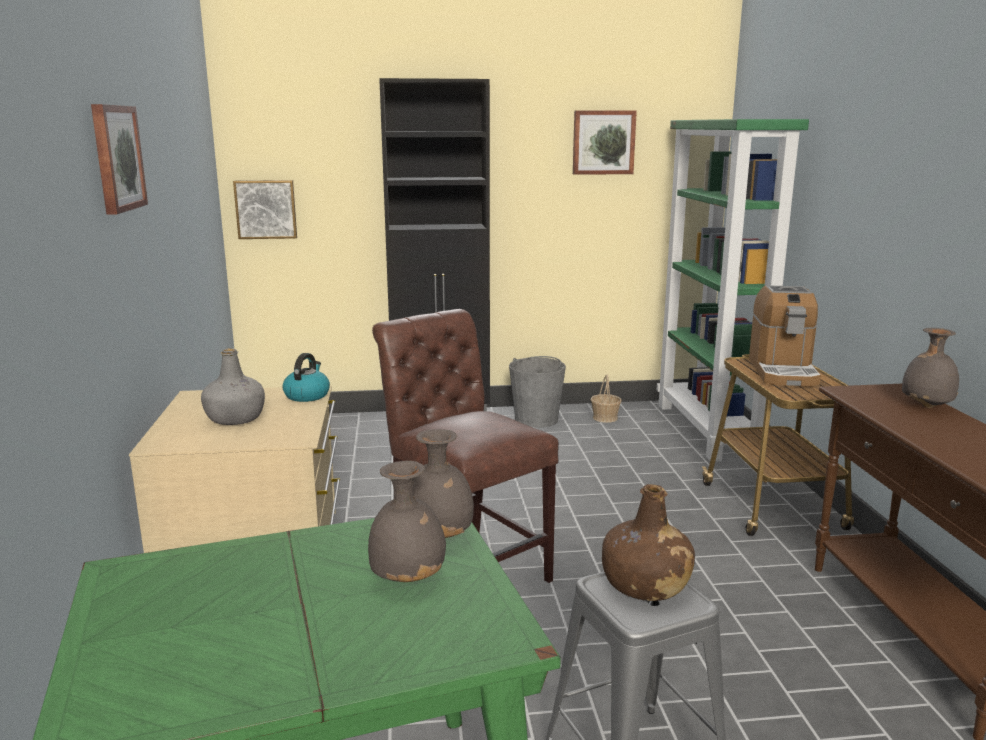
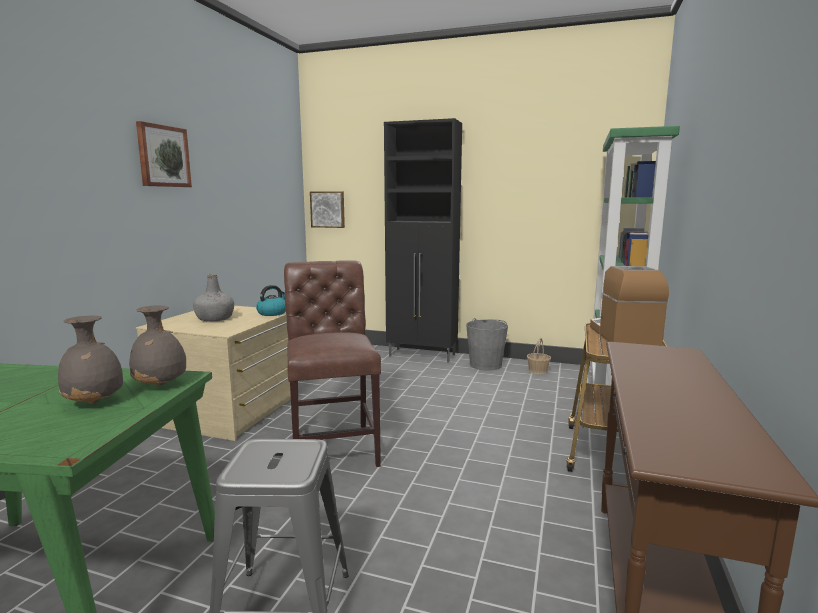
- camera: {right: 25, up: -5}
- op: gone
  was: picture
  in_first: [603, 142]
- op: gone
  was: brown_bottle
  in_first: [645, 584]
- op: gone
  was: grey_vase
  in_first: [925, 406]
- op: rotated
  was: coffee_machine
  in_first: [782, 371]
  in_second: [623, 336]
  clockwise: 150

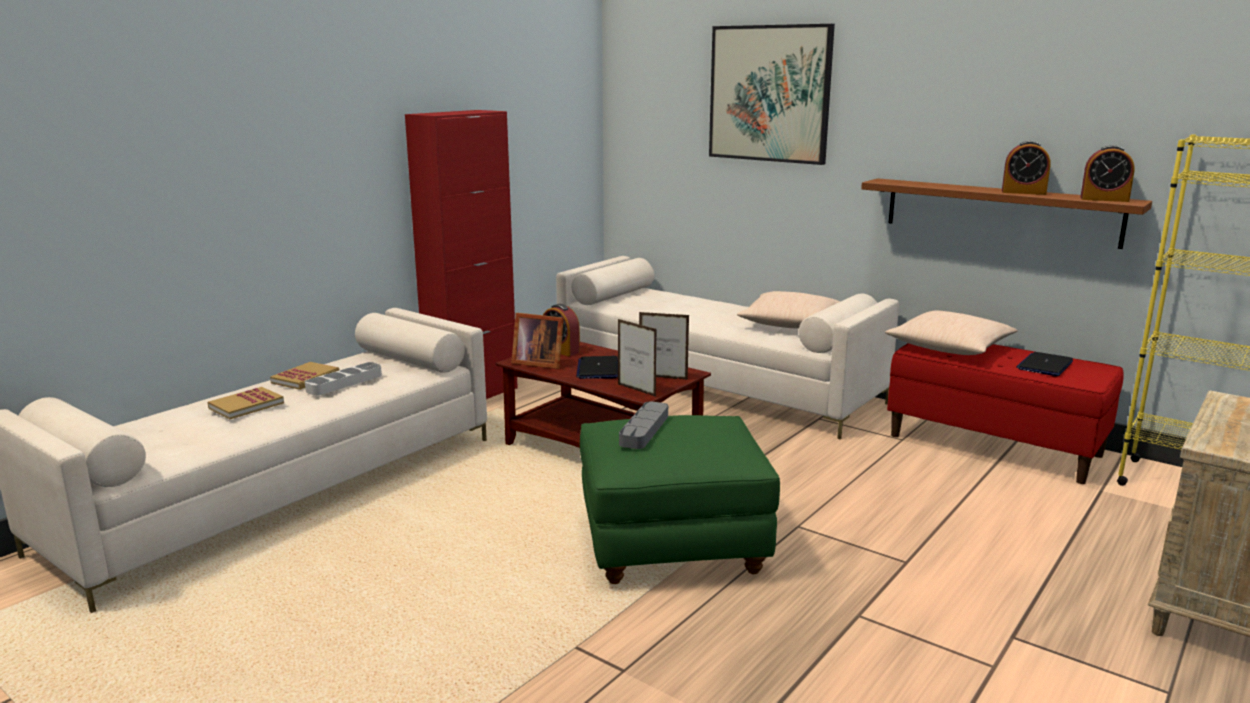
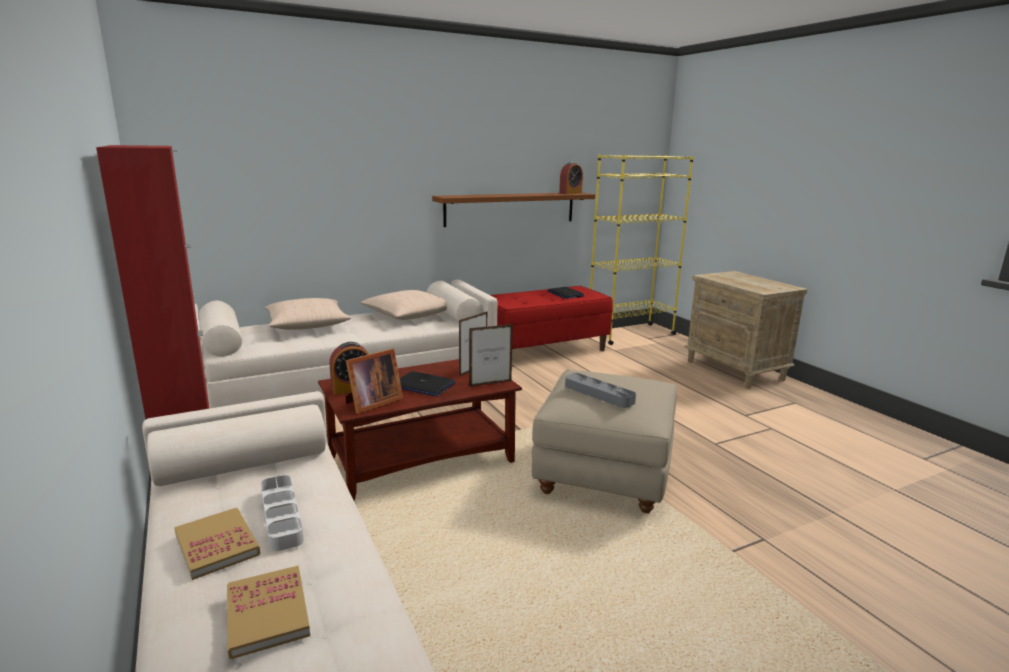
- camera: {right: -65, up: 0}
- op: gone
  was: picture
  in_first: [769, 94]
- op: gone
  was: alarm_clock
  in_first: [1023, 192]
- op: shifted
  was: beige_pillow
  in_first: [950, 347]
  in_second: [307, 325]
- op: repainted
  was: green_ottoman
  now: beige_ottoman
  in_first: [672, 546]
  in_second: [604, 475]

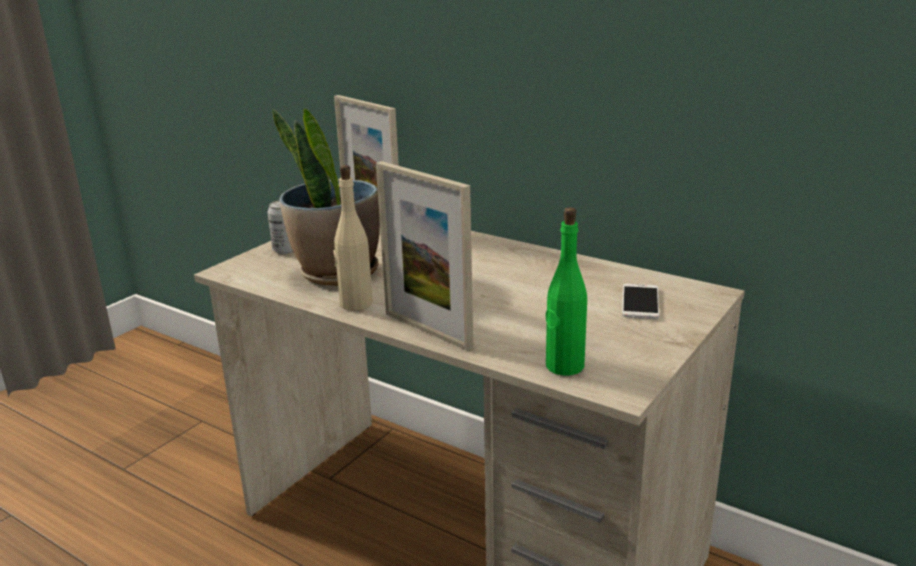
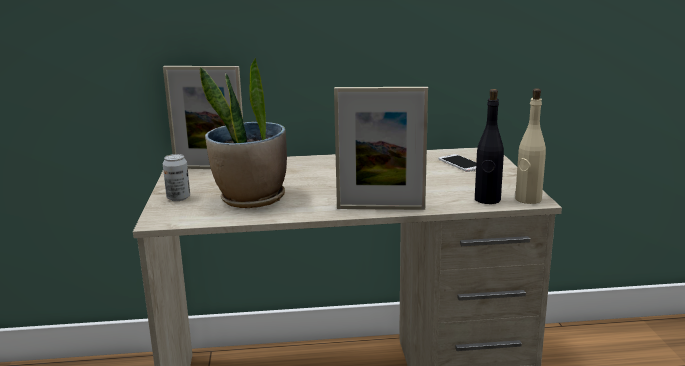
- camera: {right: -40, up: -5}
- op: shifted
  was: beige_bottle
  in_first: [355, 303]
  in_second: [528, 199]
- op: repainted
  was: green_bottle
  now: black_bottle
  in_first: [564, 366]
  in_second: [487, 200]

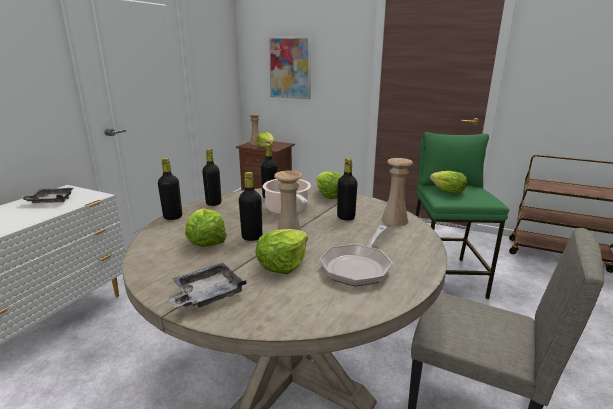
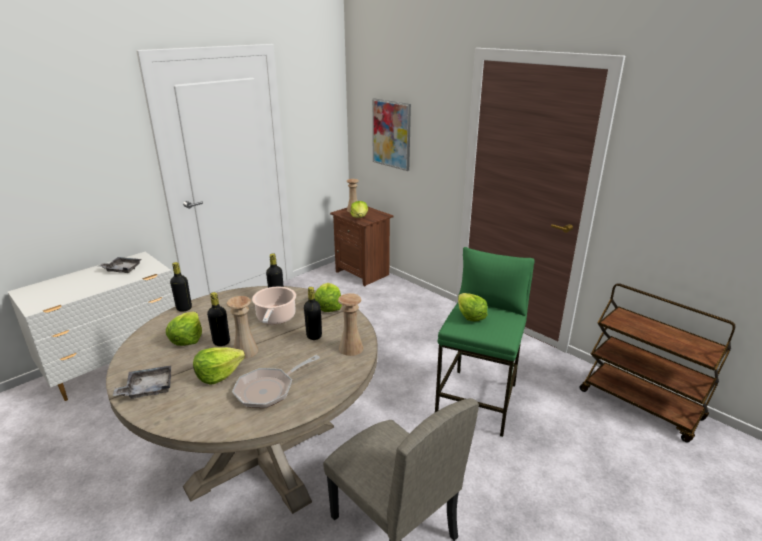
- camera: {right: 20, up: 5}
- op: gone
  was: black_bottle
  in_first: [213, 203]

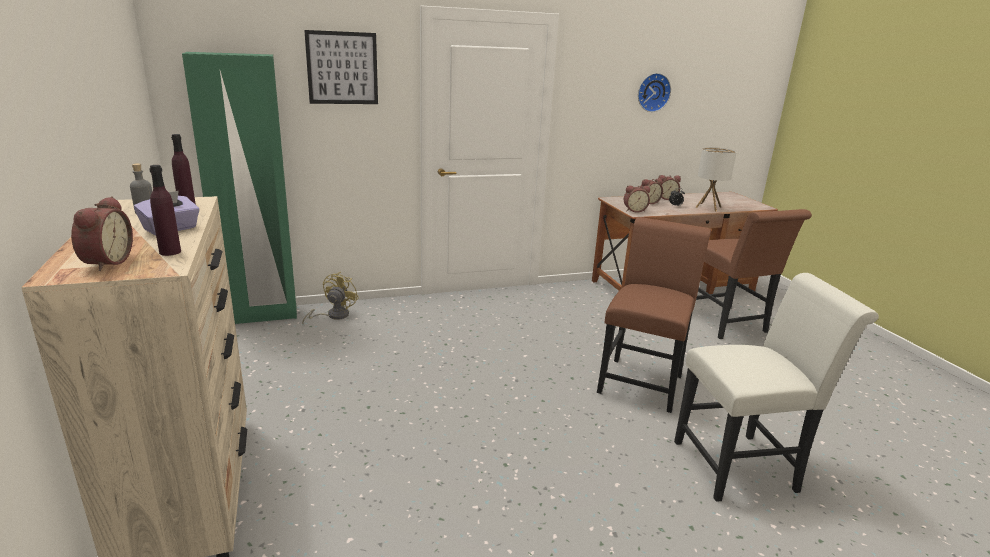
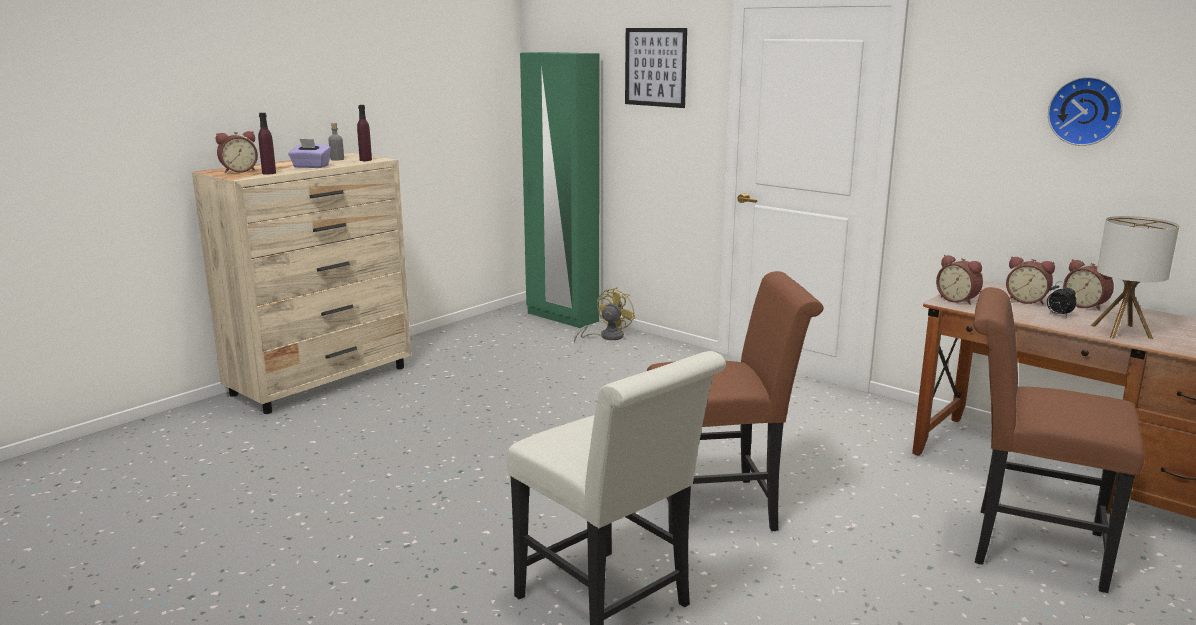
- camera: {right: 60, up: -5}
- op: rotated
  was: yellow_fan
  in_first: [333, 316]
  in_second: [606, 337]
  clockwise: -45
- op: rotated
  was: brown_chair
  in_first: [728, 325]
  in_second: [1025, 545]
  clockwise: 75

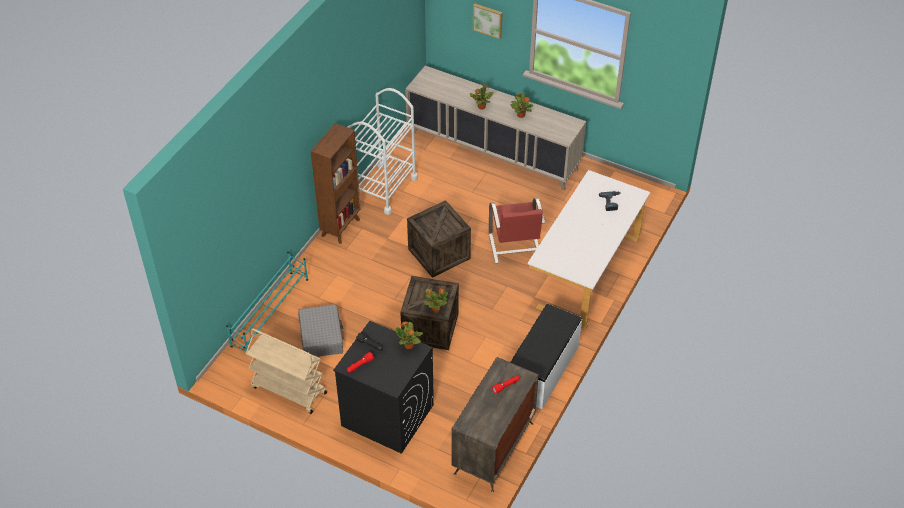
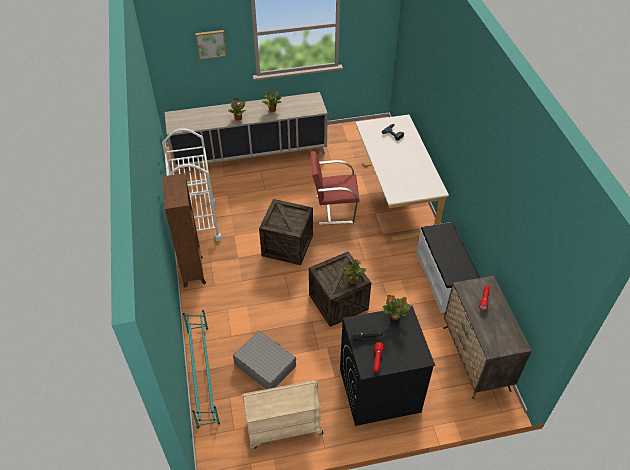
- camera: {right: -40, up: 0}
- op: rotated
  was: red_chair
  in_first: [515, 247]
  in_second: [333, 209]
  clockwise: 135

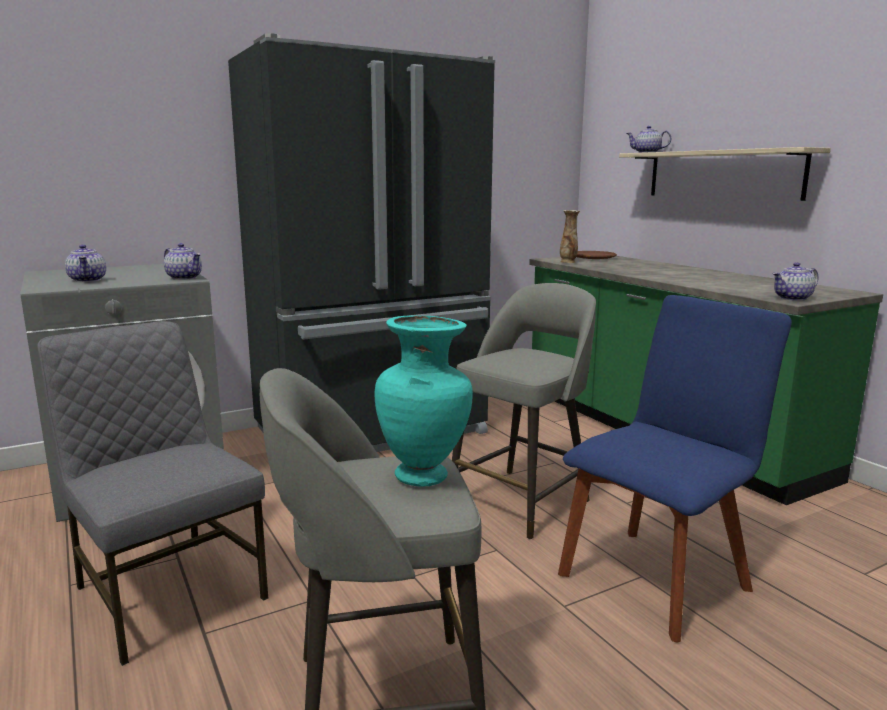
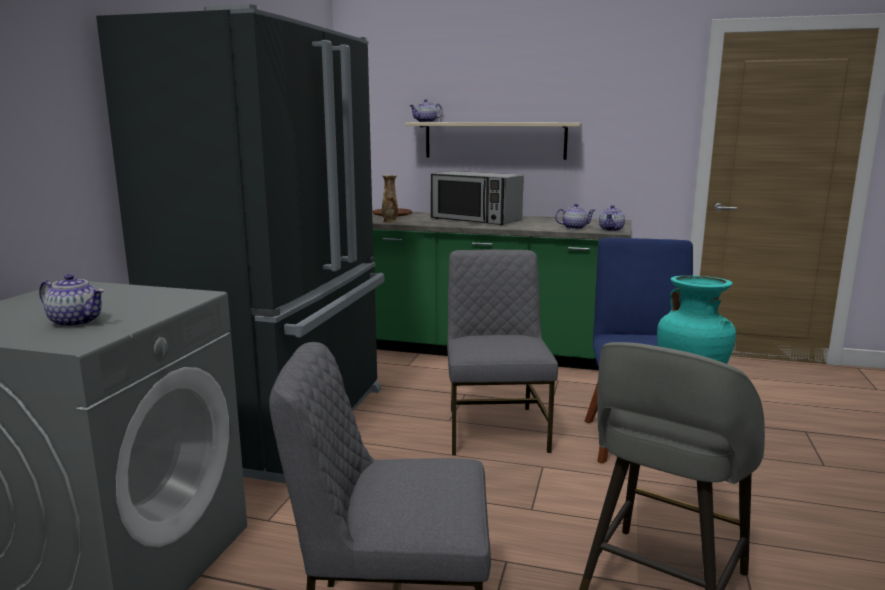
- camera: {right: -45, up: 0}
- op: new
  now: microwave
  in_second: [475, 220]
- op: shifted
  was: teapot
  in_first: [185, 278]
  in_second: [574, 228]
- op: swapped
  was: grey_stool
  now: grey_chair
  in_first: [521, 500]
  in_second: [495, 428]

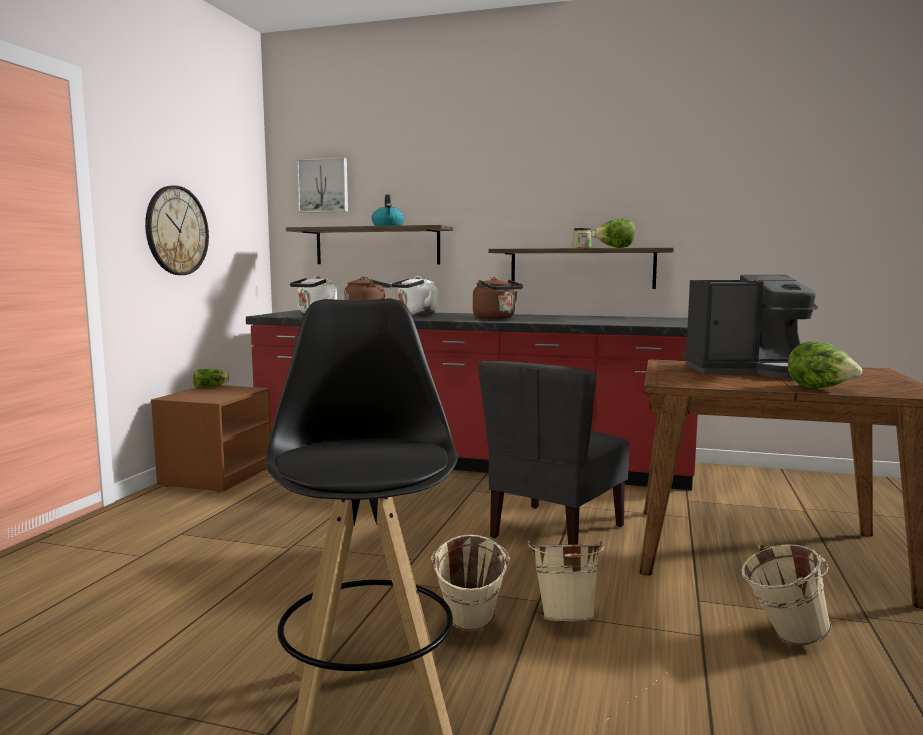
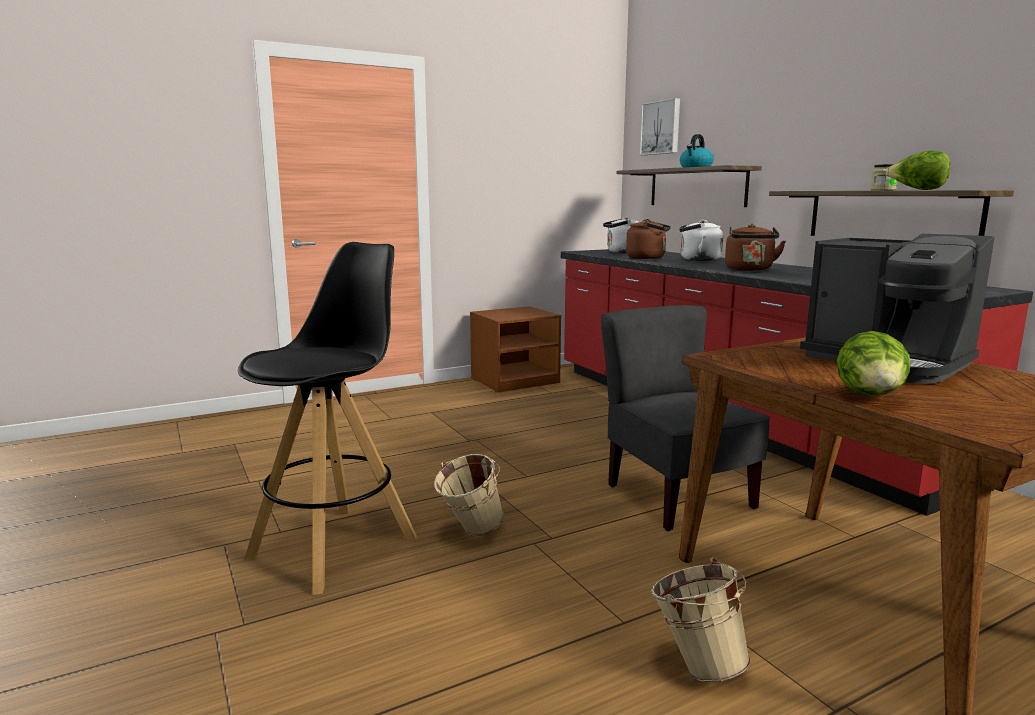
- camera: {right: 45, up: 5}
- op: gone
  was: wall_clock
  in_first: [176, 230]
- op: gone
  was: lettuce
  in_first: [212, 387]
- op: gone
  was: beige_bucket
  in_first: [565, 617]
- op: rotated
  was: grey_chair
  in_first: [555, 531]
  in_second: [677, 497]
  clockwise: 75

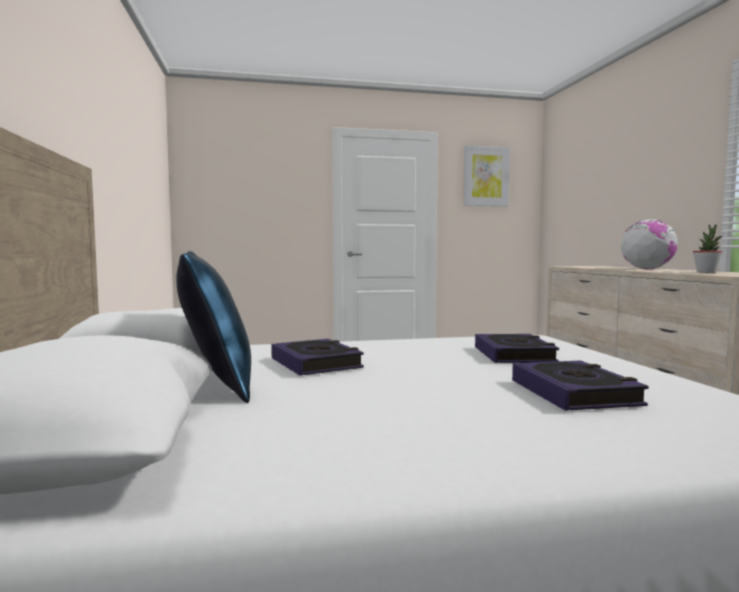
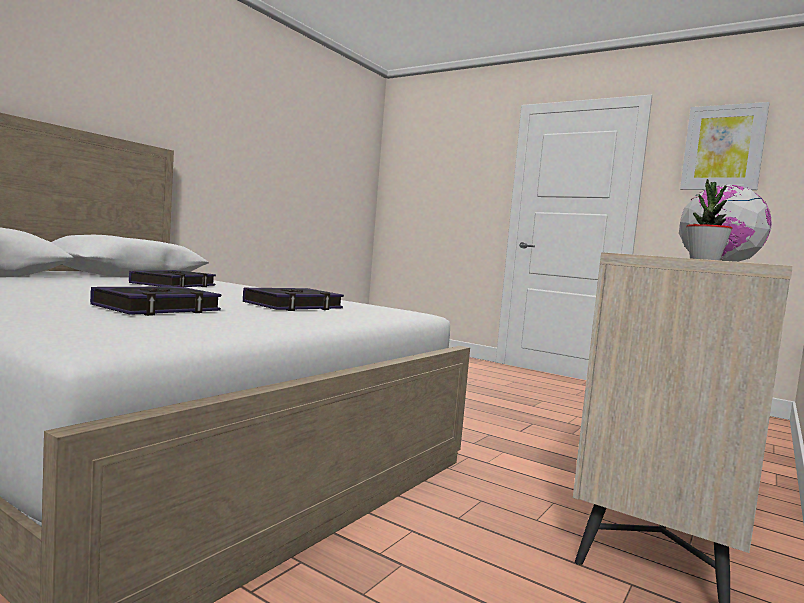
- camera: {right: 45, up: 0}
- op: gone
  was: blue_pillow
  in_first: [216, 384]

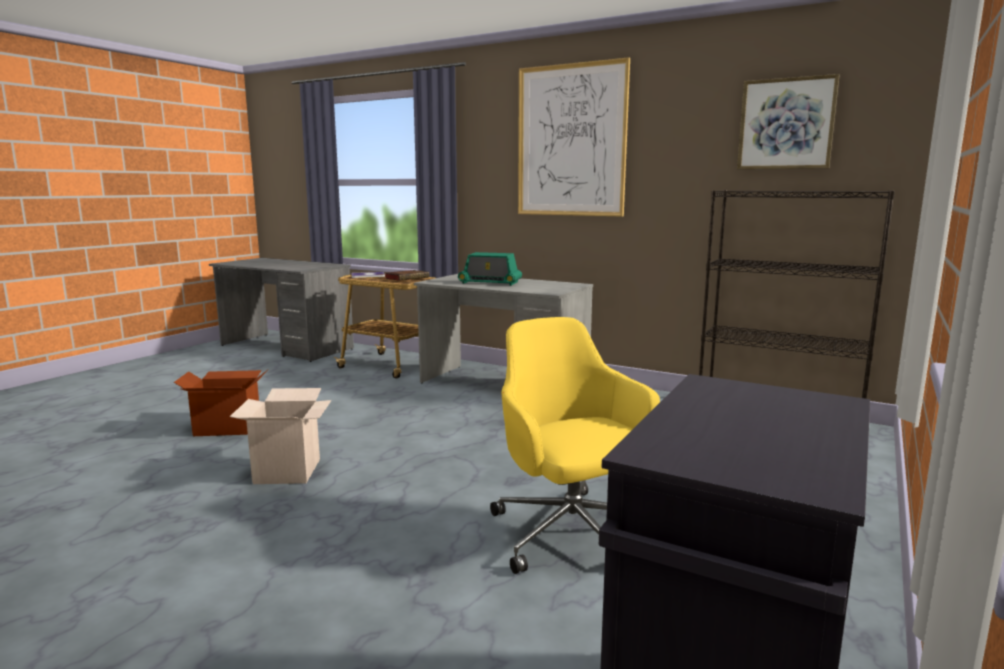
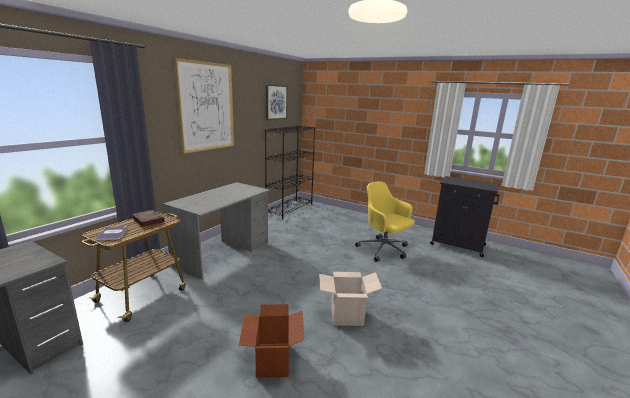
- camera: {right: -90, up: 5}
- op: gone
  was: radio
  in_first: [490, 283]
- op: rotated
  was: yellow_office_chair
  in_first: [572, 534]
  in_second: [384, 250]
  clockwise: 75

